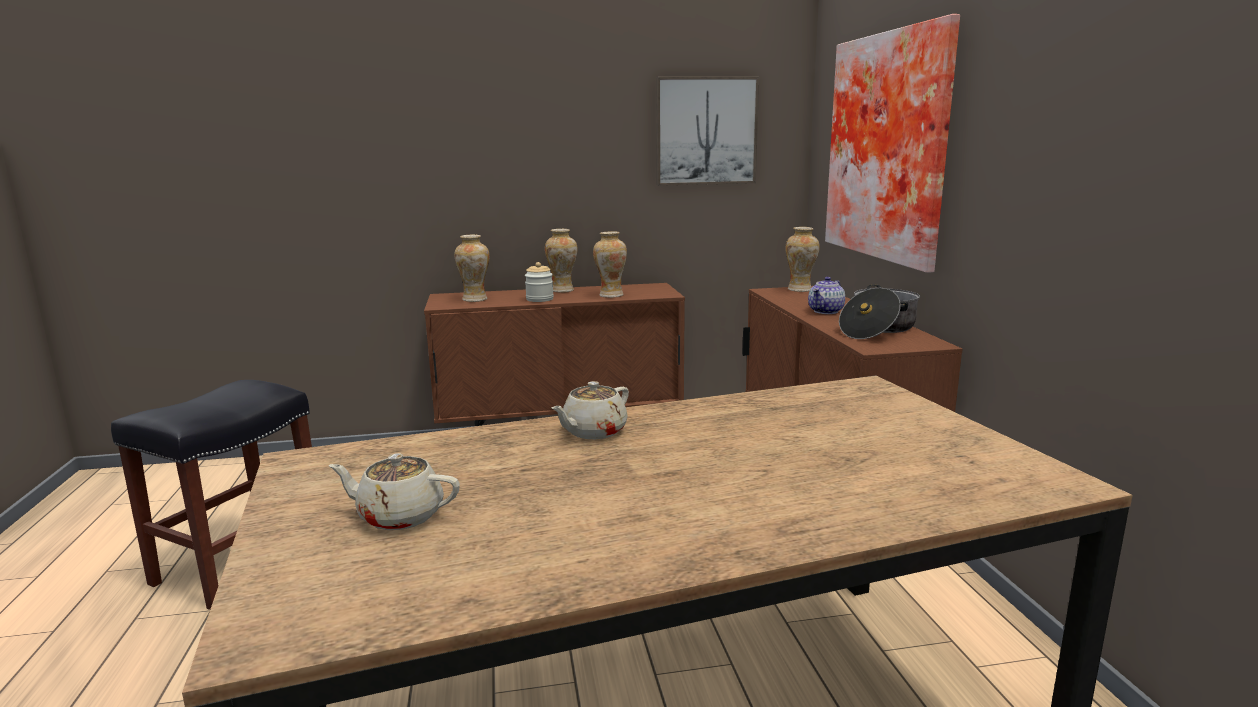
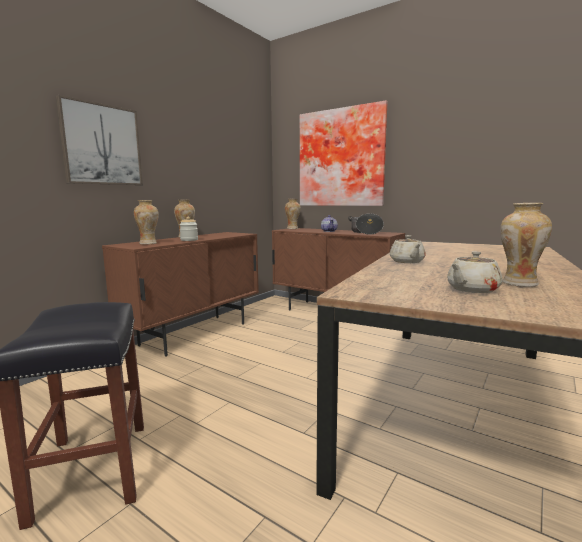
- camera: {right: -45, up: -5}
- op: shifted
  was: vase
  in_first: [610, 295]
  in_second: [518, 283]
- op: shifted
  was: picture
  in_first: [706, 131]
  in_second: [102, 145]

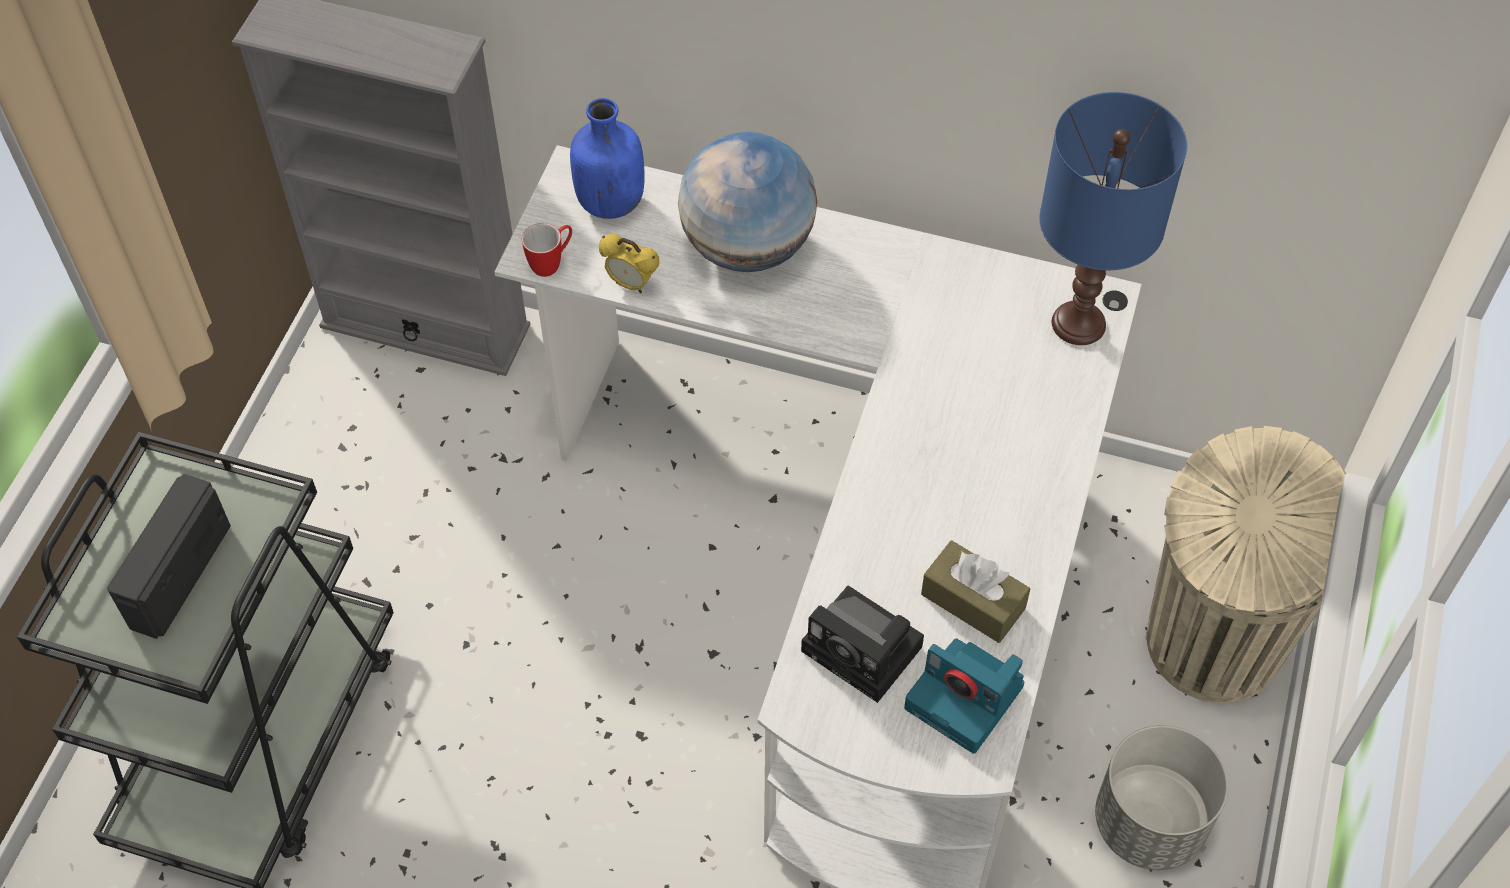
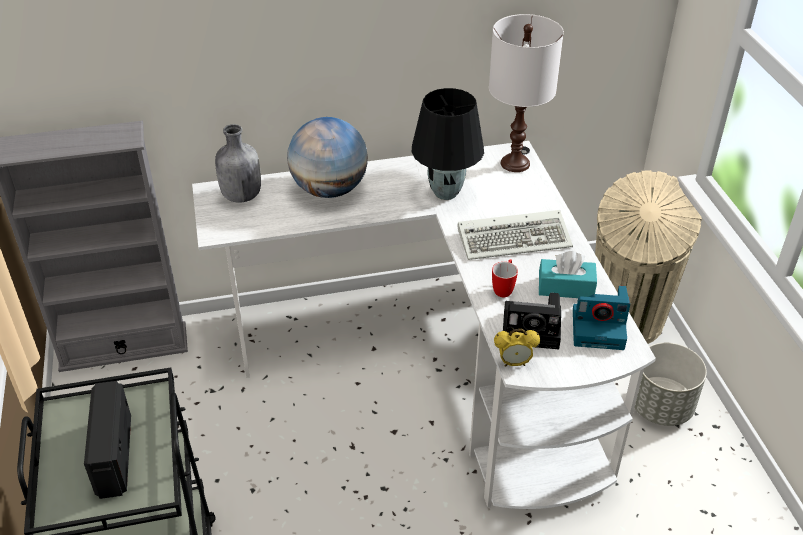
- camera: {right: -30, up: -15}
- op: new
  now: black_table_lamp
  in_second: [446, 193]
- op: new
  now: keyboard
  in_second: [516, 238]
- op: shifted
  was: mug
  in_first: [552, 263]
  in_second: [504, 288]
- op: shifted
  was: alarm_clock
  in_first: [631, 284]
  in_second: [514, 363]
- op: repainted
  was: blue_bottle
  now: grey_bottle
  in_first: [610, 201]
  in_second: [241, 196]
- op: repainted
  was: brown_tissue_box
  now: turquoise_tissue_box
  in_first: [973, 601]
  in_second: [566, 288]
- op: repainted
  was: blue_table_lamp
  now: white_table_lamp
  in_first: [1078, 322]
  in_second: [514, 163]

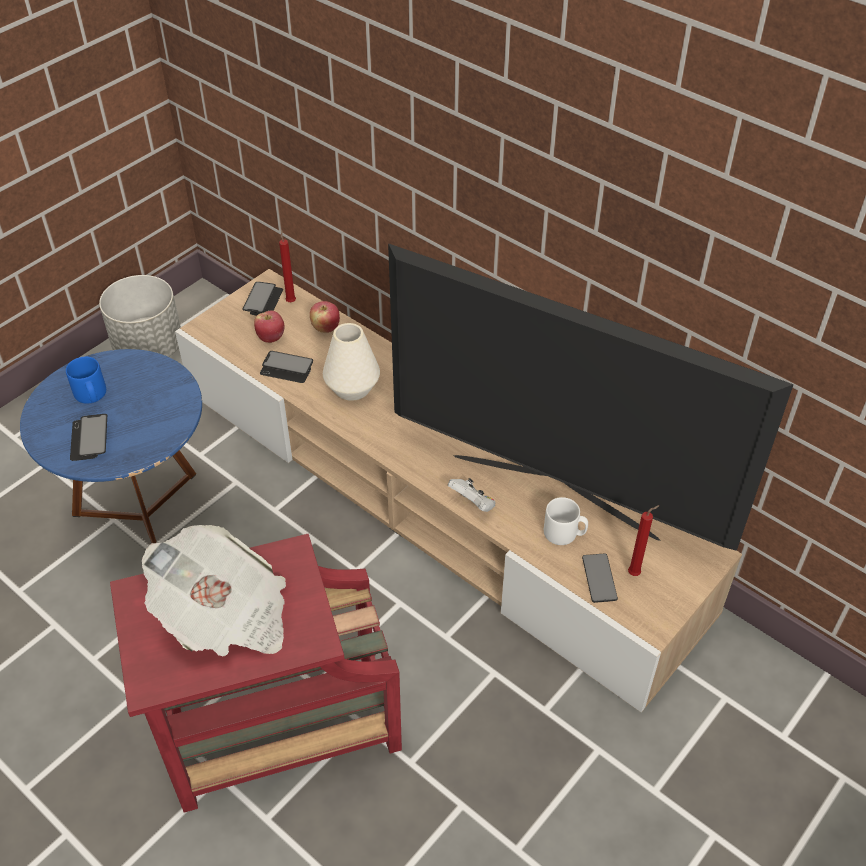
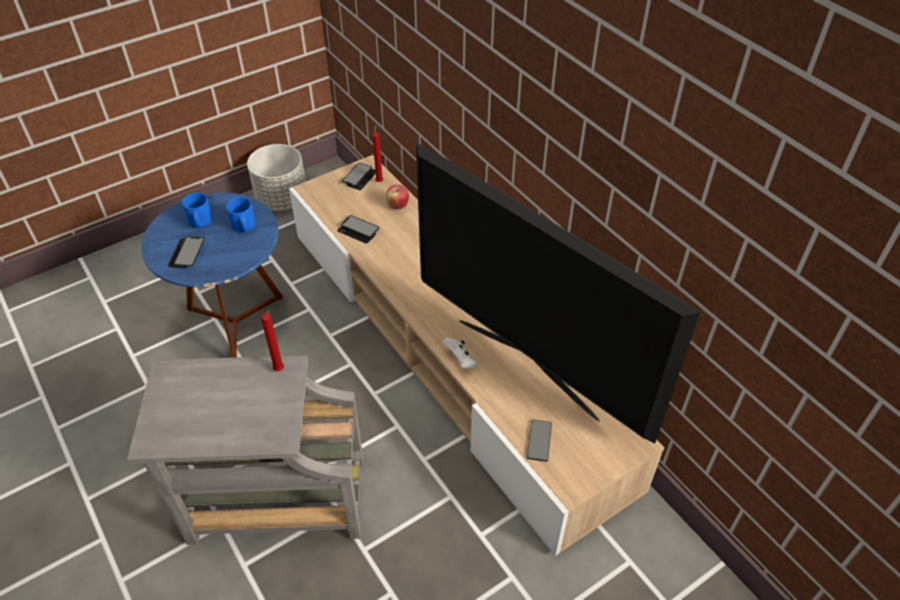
- camera: {right: 15, up: 0}
- op: gone
  was: newspaper
  in_first: [225, 615]
- op: gone
  was: apple
  in_first: [271, 338]
- op: gone
  was: white_vase
  in_first: [352, 388]
- op: gone
  was: white_mug
  in_first: [564, 533]
- op: new
  now: blue_mug
  in_second: [244, 227]
- op: shifted
  was: red_candle
  in_first: [636, 573]
  in_second: [281, 369]
- op: repainted
  was: red_side_table
  now: grey_side_table
  in_first: [275, 730]
  in_second: [273, 500]

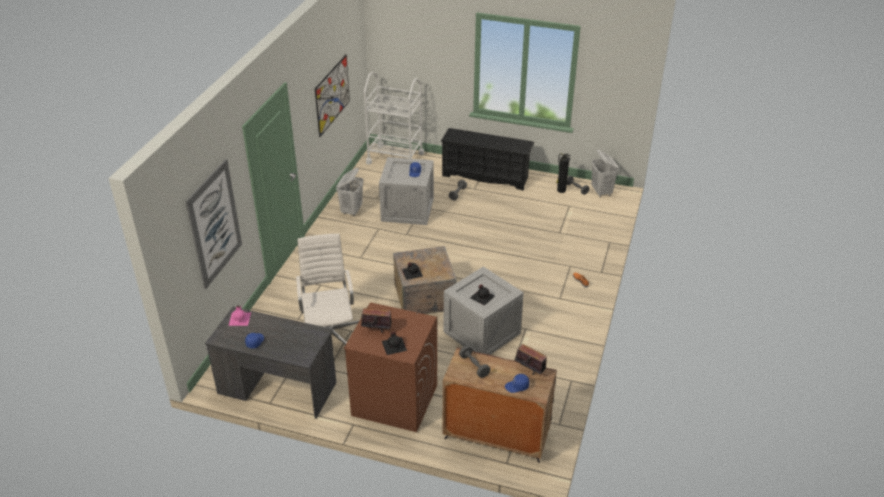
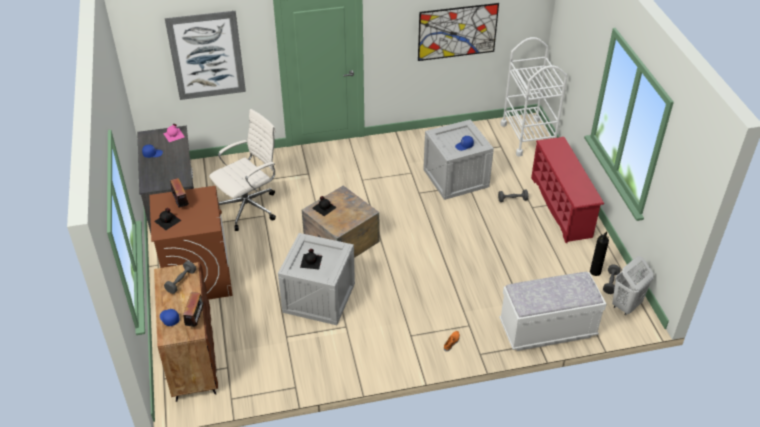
- camera: {right: 60, up: 5}
- op: gone
  was: white_laundry_basket
  in_first: [352, 211]
- op: new
  now: white_bench
  in_second: [547, 330]
- op: repainted
  was: black_shoe_rack
  now: red_shoe_rack
  in_first: [486, 176]
  in_second: [562, 207]

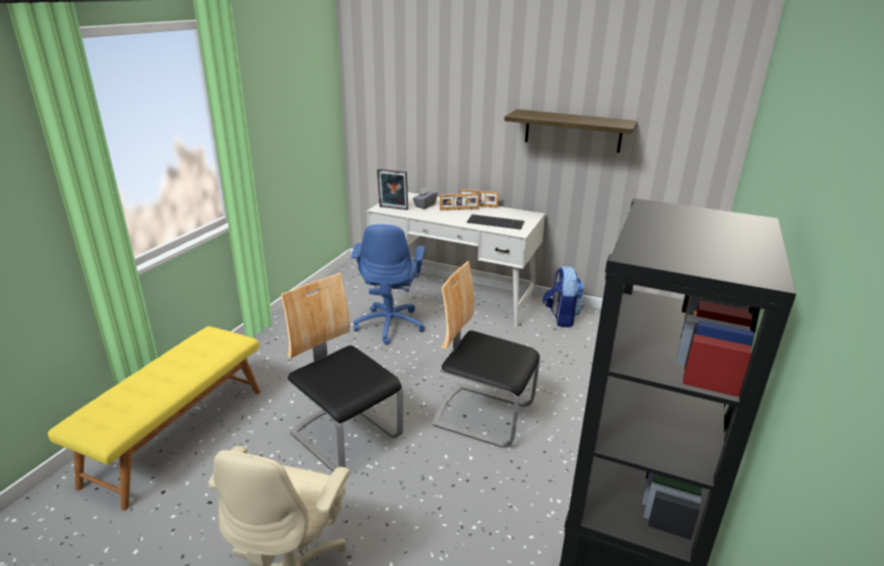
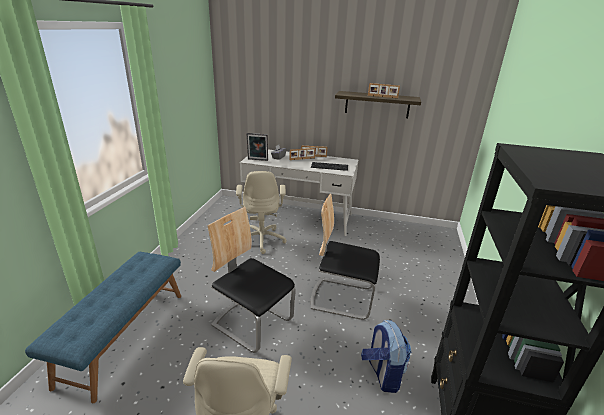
- camera: {right: -10, up: 0}
- op: new
  now: picture_frame
  in_second: [382, 97]
- op: shifted
  was: backpack
  in_first: [561, 317]
  in_second: [382, 373]
- op: repainted
  was: yellow_bench
  now: blue_bench
  in_first: [177, 434]
  in_second: [124, 335]
- op: repainted
  was: blue_office_chair
  now: beige_office_chair
  in_first: [390, 324]
  in_second: [262, 239]

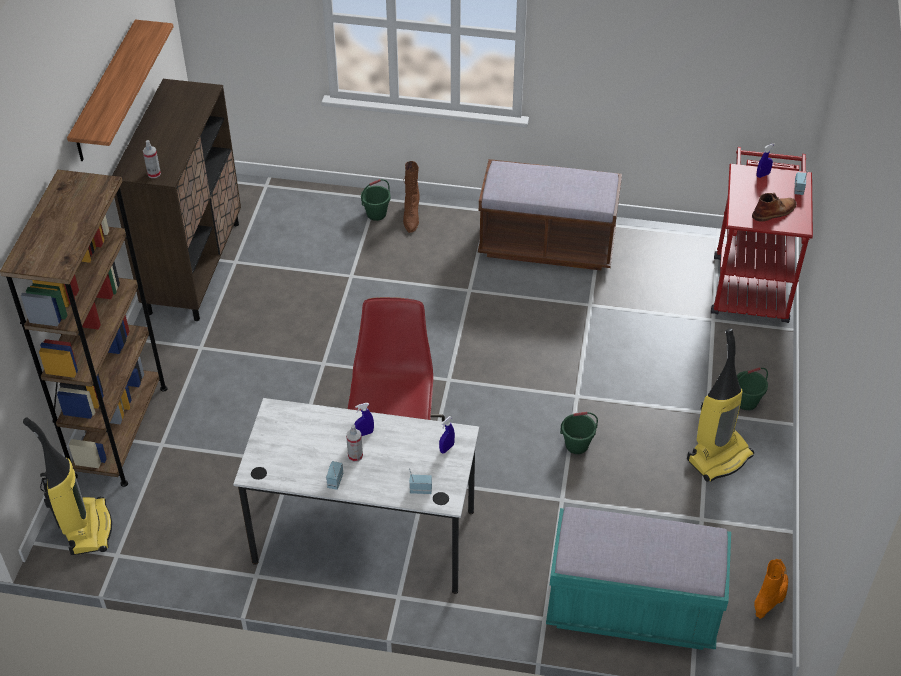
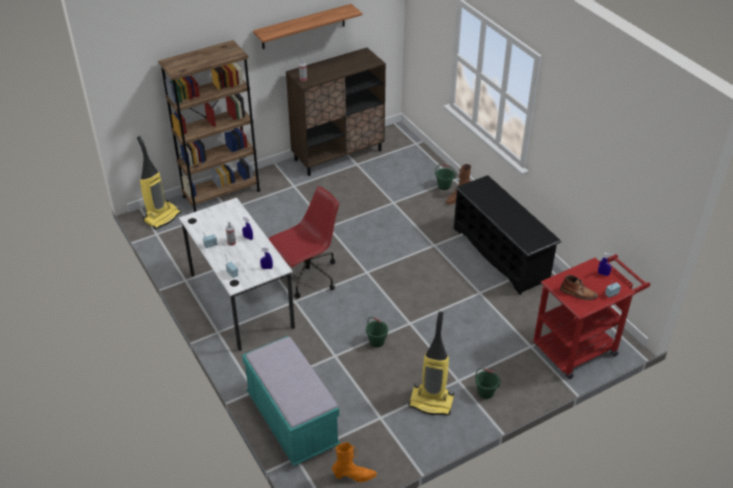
- camera: {right: 50, up: -5}
- op: swapped
  was: brown_bench
  now: black_shoe_rack
  in_first: [547, 245]
  in_second: [501, 254]

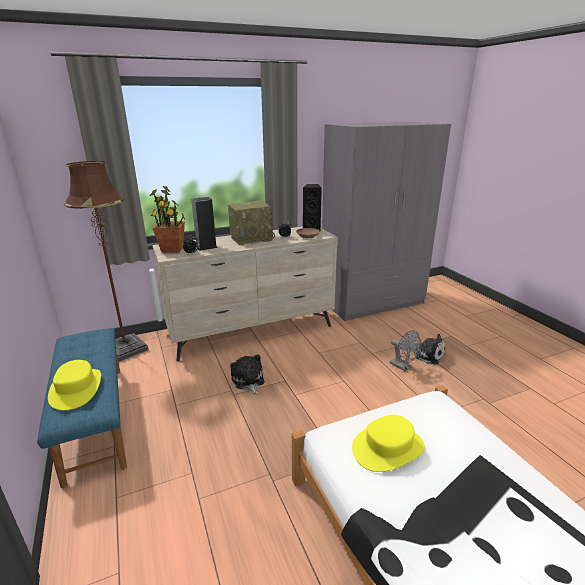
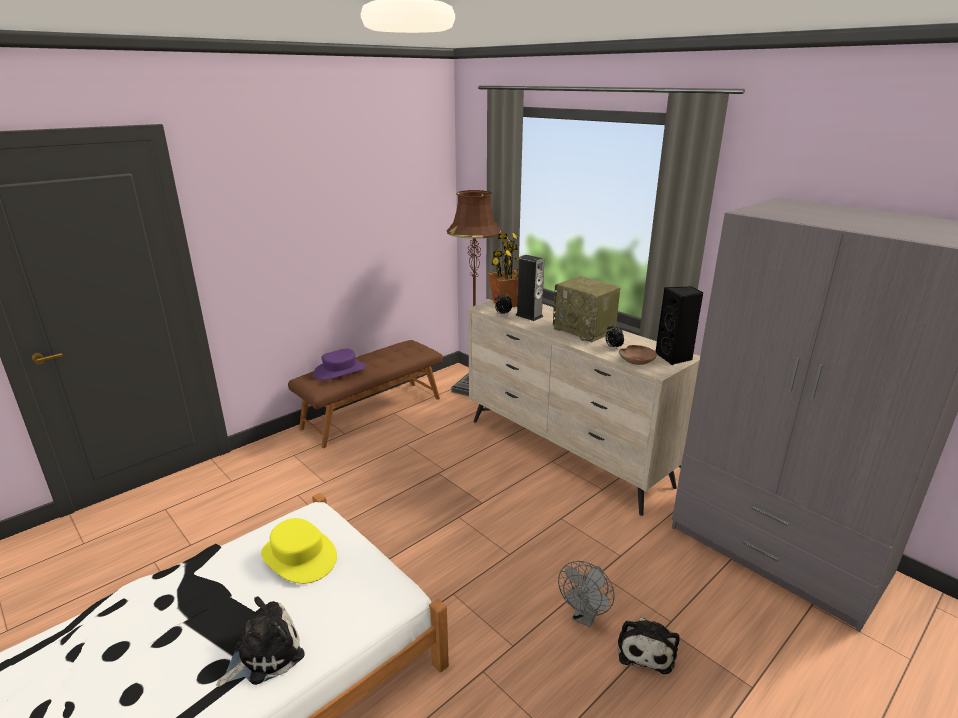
- camera: {right: 70, up: 0}
- op: shifted
  was: plush_toy
  in_first: [248, 381]
  in_second: [264, 654]
- op: repainted
  was: blue_bench
  now: brown_bench
  in_first: [94, 419]
  in_second: [372, 412]
- op: repainted
  was: yellow_hat
  now: purple_hat
  in_first: [76, 389]
  in_second: [340, 371]

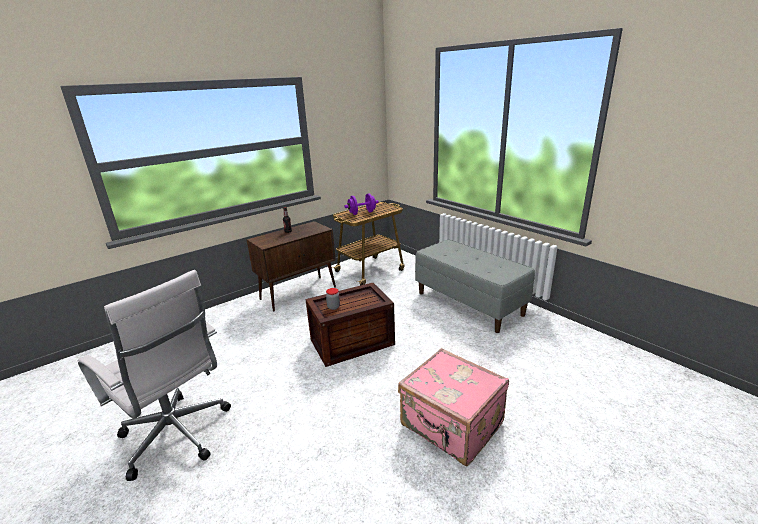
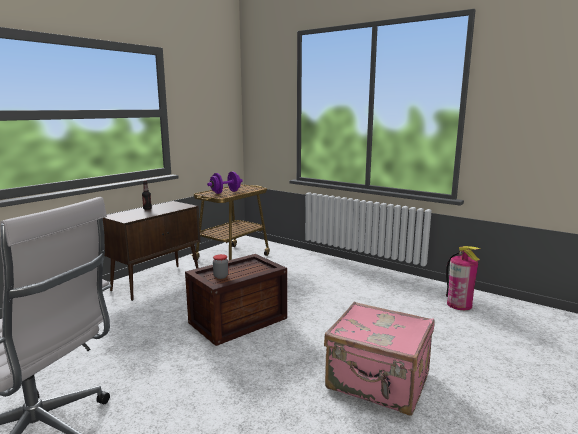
- camera: {right: -15, up: -10}
- op: gone
  was: grey_bench
  in_first: [469, 303]
- op: new
  now: fire_extinguisher
  in_second: [459, 304]

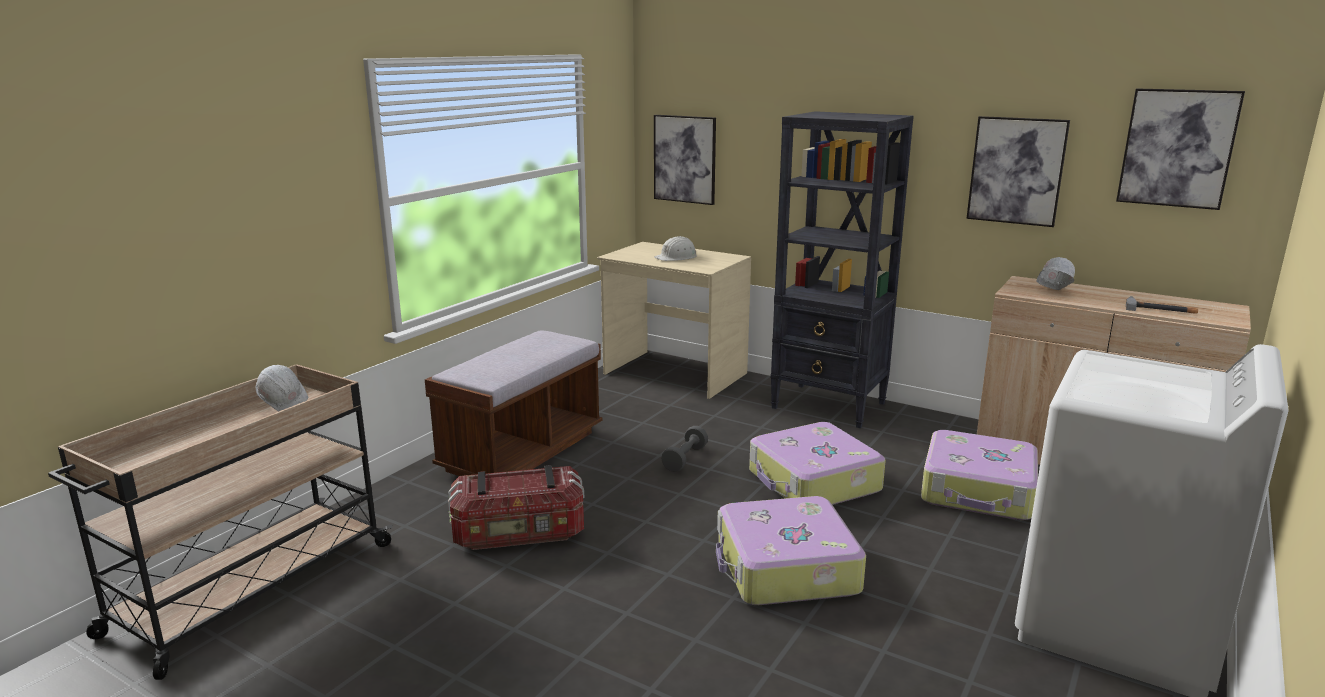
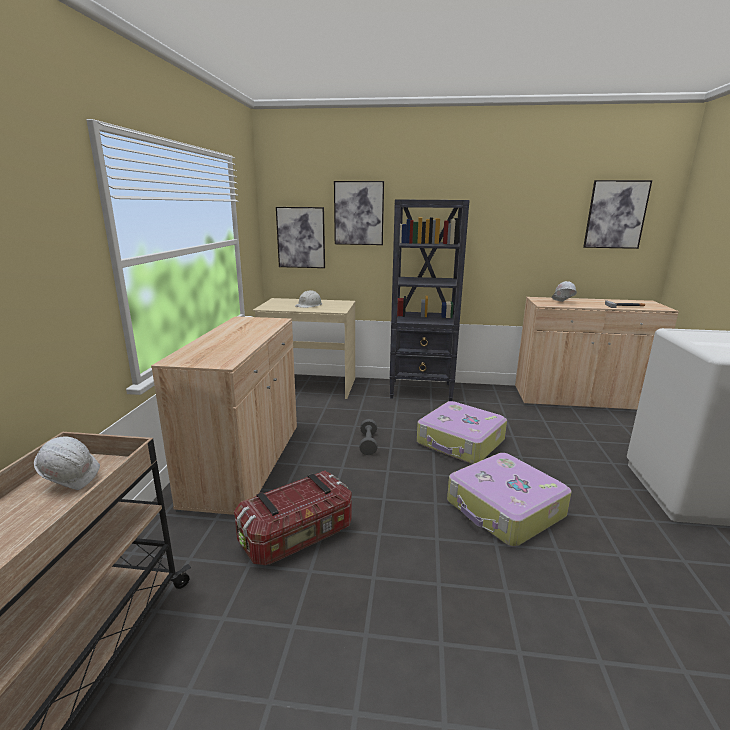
- camera: {right: -25, up: 0}
- op: gone
  was: suitcase
  in_first: [978, 491]
- op: shifted
  was: picture
  in_first: [1016, 171]
  in_second: [359, 213]
- op: swapped
  was: brown_bench
  now: beige_cabinet
  in_first: [522, 451]
  in_second: [245, 464]

